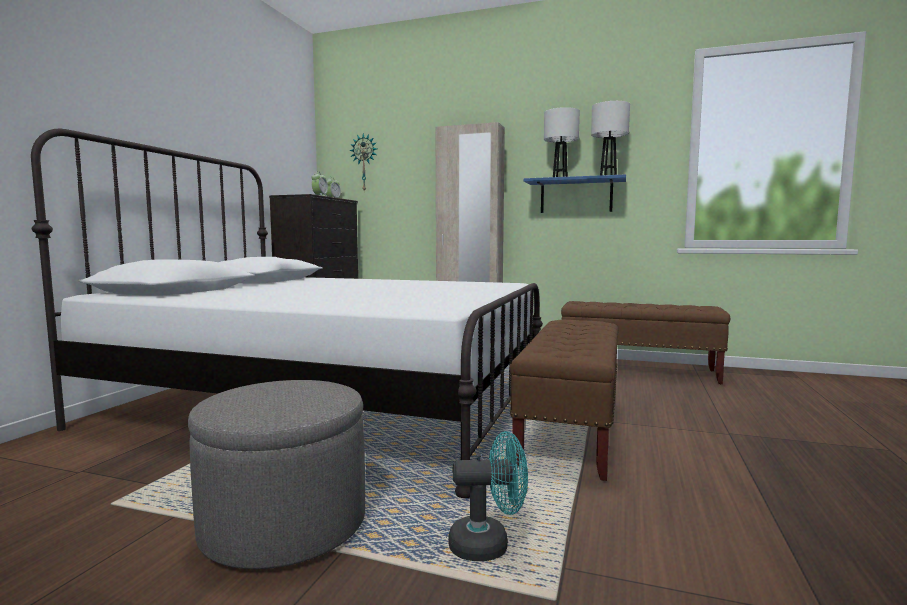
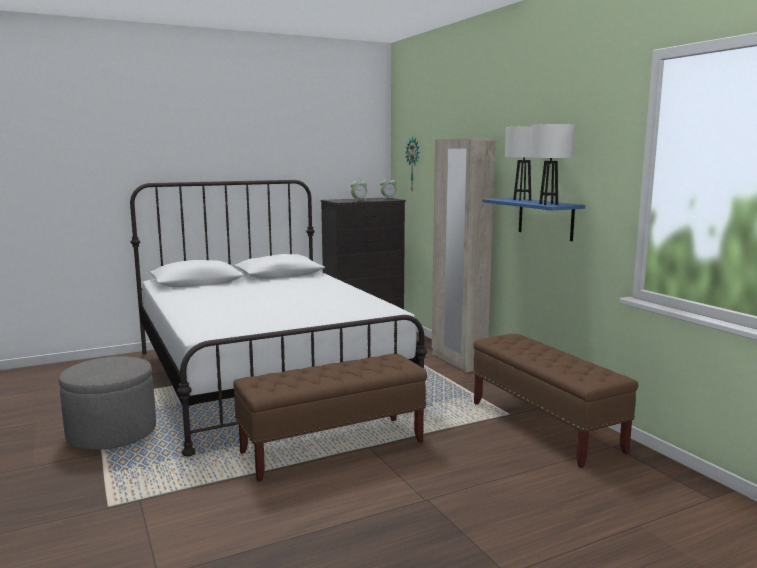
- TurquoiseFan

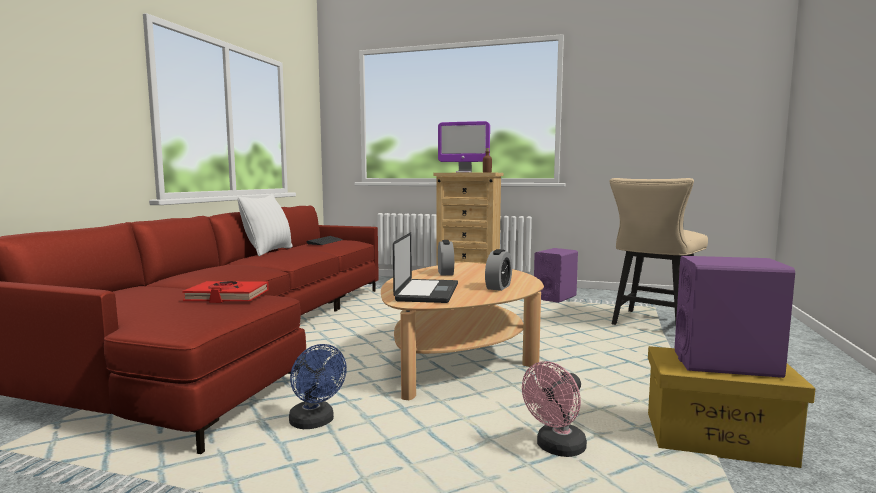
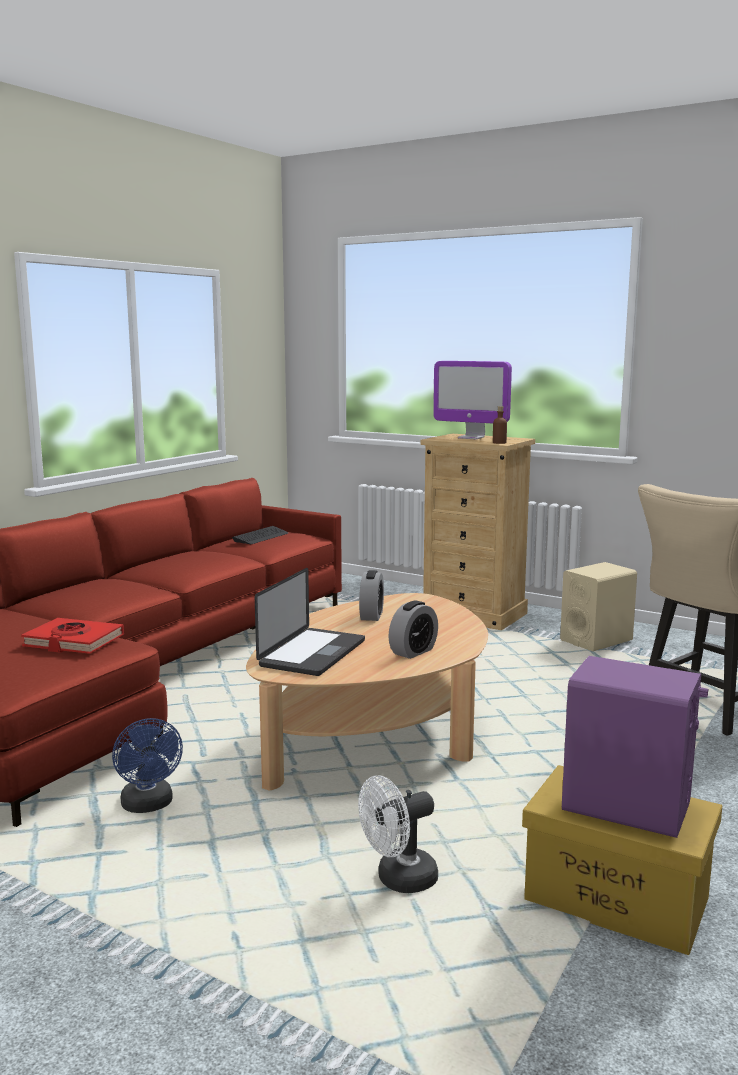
- WhitePillow
~ PurpleSpeaker (no. 1 from left) to BeigeSpeaker
~ PinkFan to WhiteFan

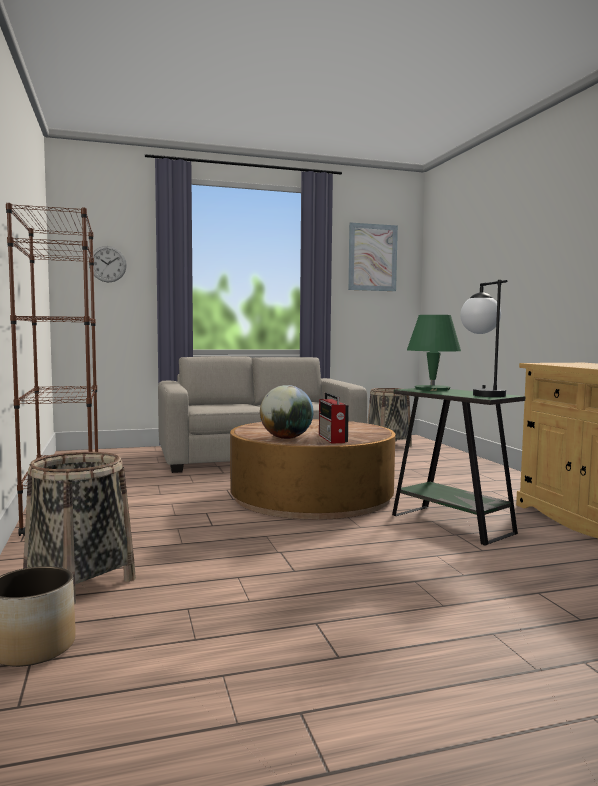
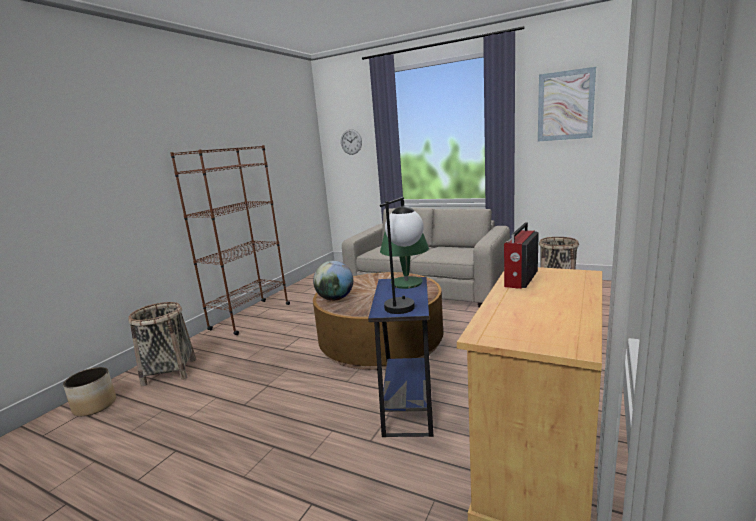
~ GreenSideTable to BlueSideTable
~ Radio

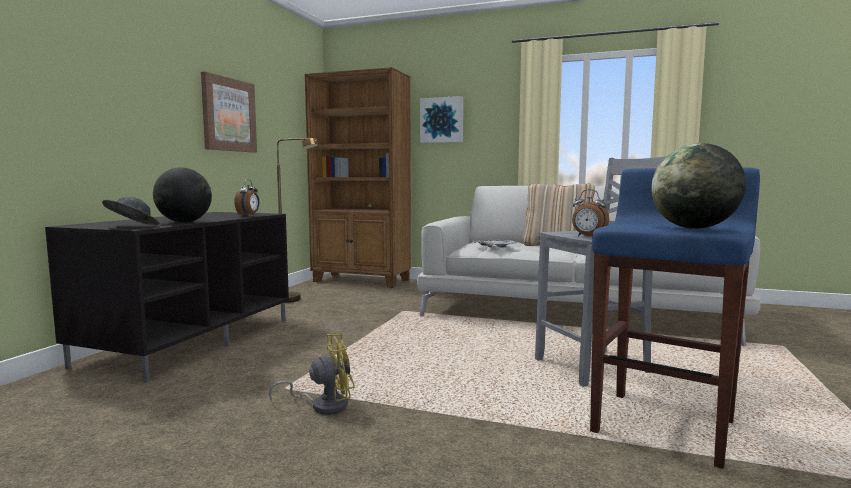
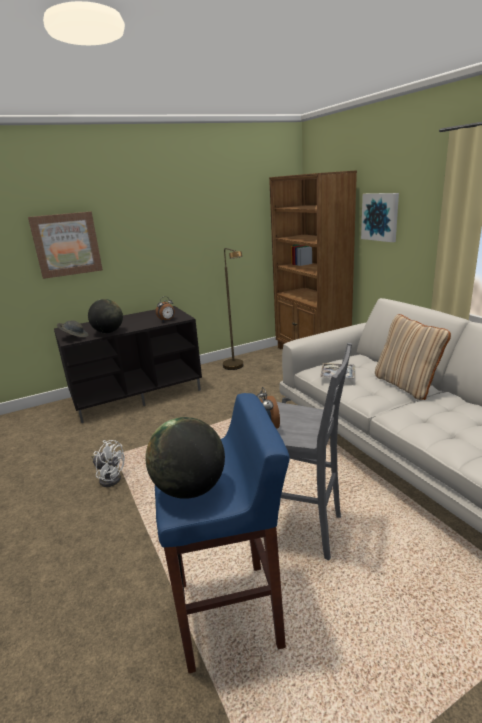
~ Picture (no. 1 from left)
~ YellowFan to WhiteFan

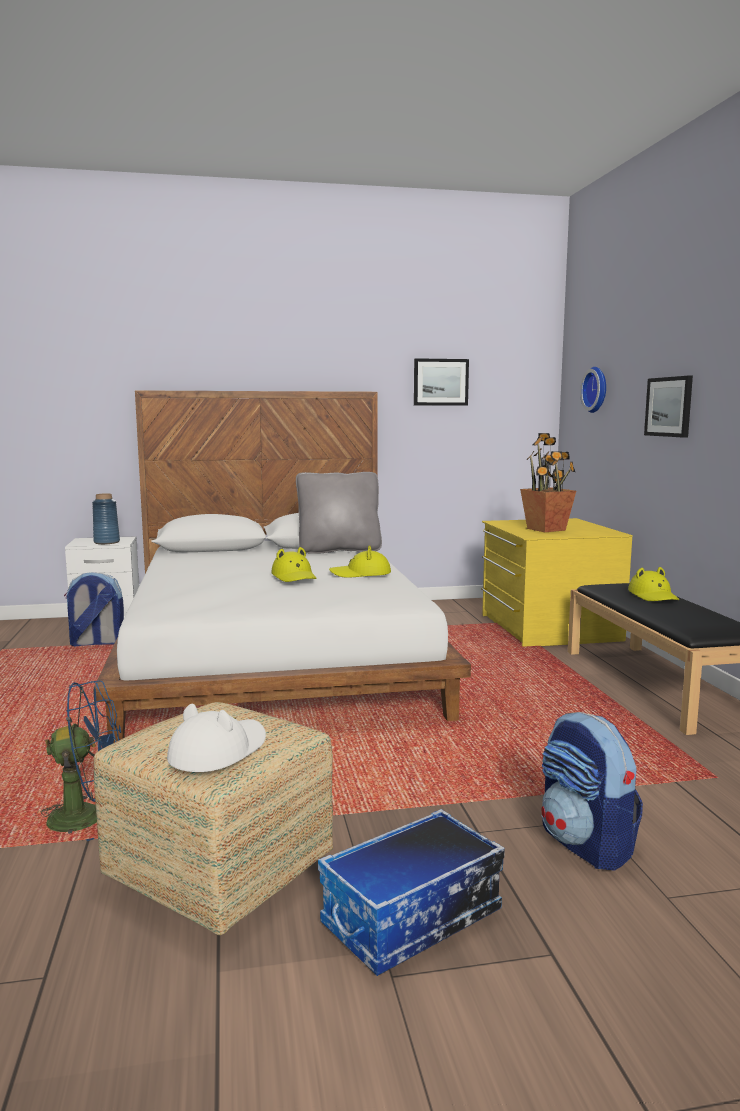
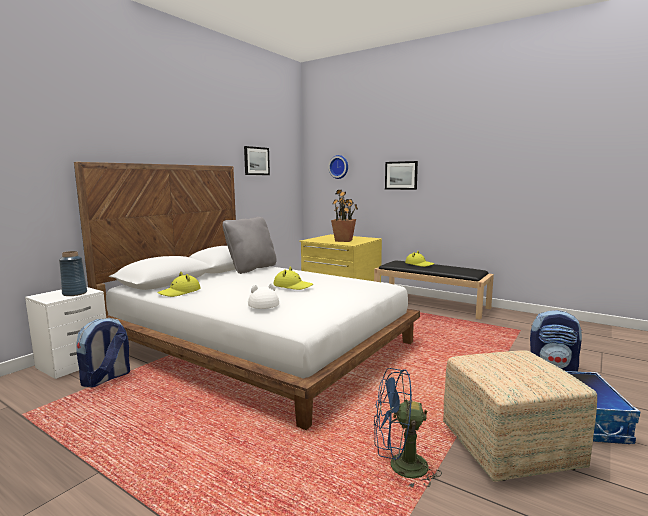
~ YellowHat (no. 2 from left in the first image) to YellowHat (no. 1 from left)
~ BlueFan 120 degrees counterclockwise
~ WhiteHat

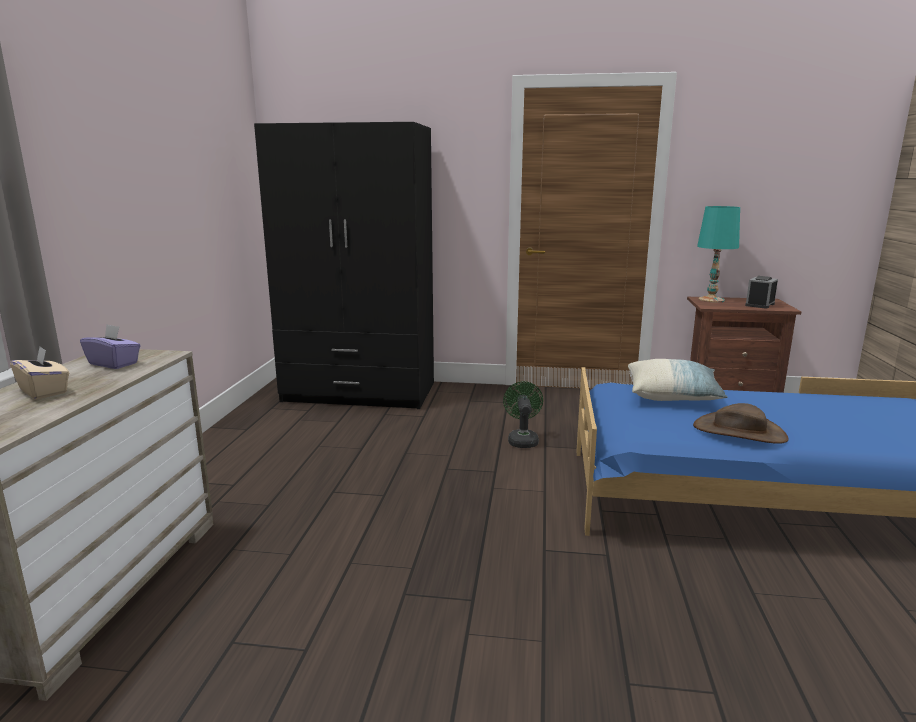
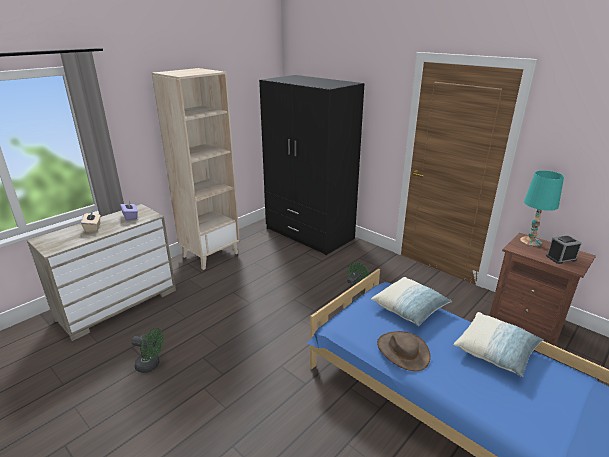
+ BeigeBookcase
+ Pillow (no. 2 from left)
+ GreenFan (no. 1 from left)

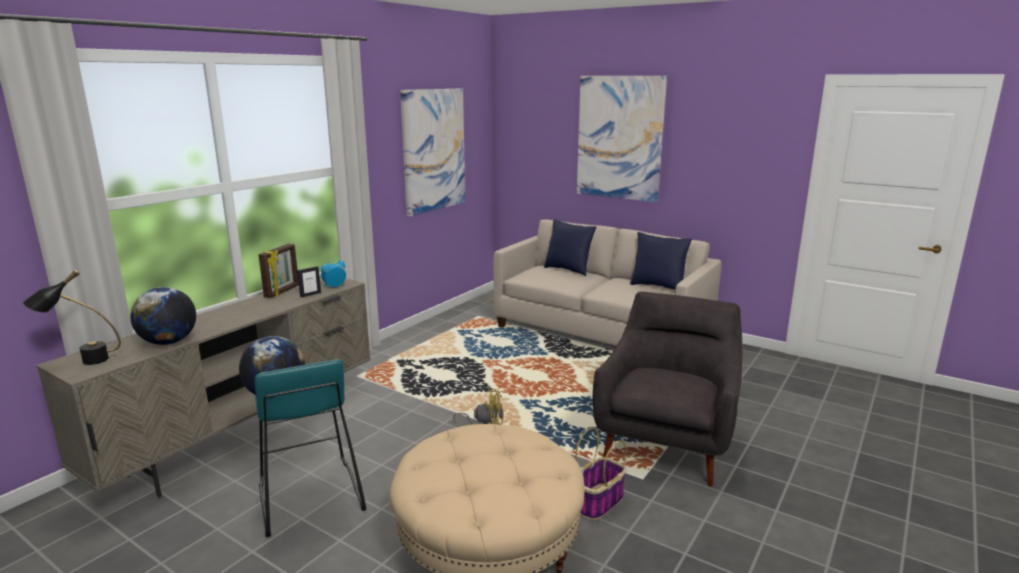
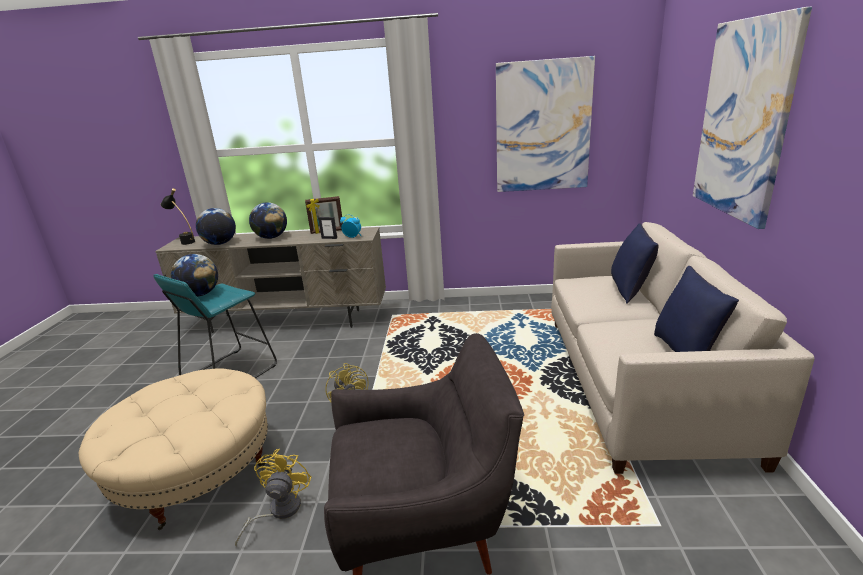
~ Basket to YellowFan (no. 1 from left)
+ Globe (no. 3 from left)

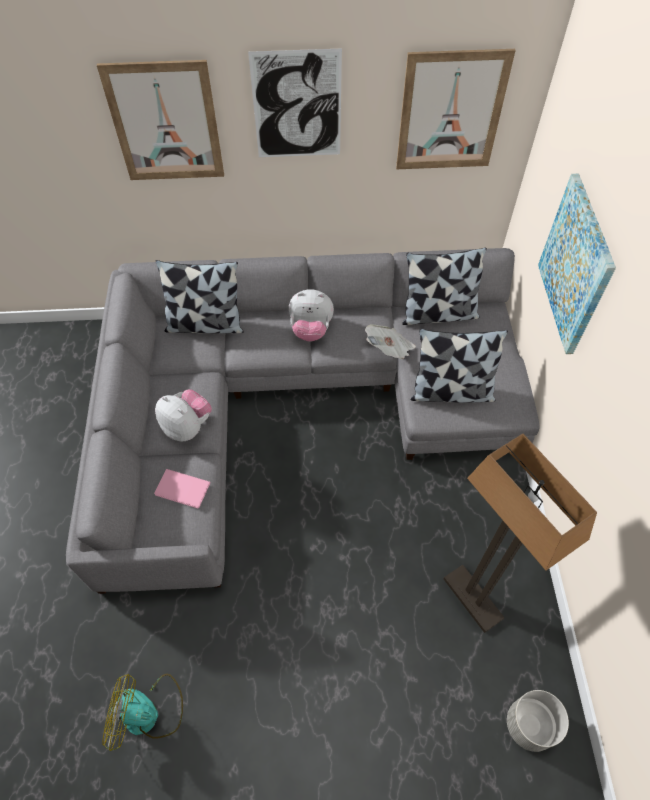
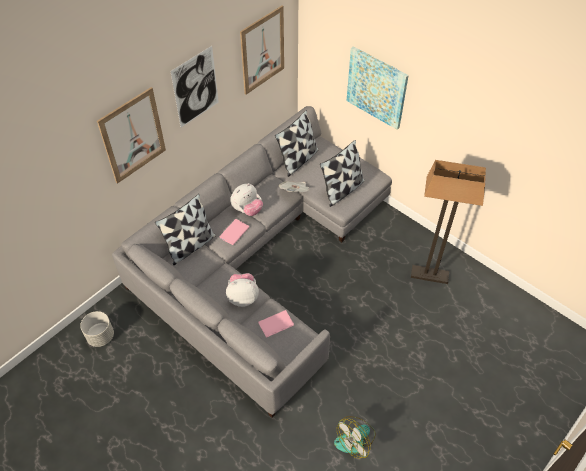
~ GreyPlanter
+ PinkBook (no. 1 from left)

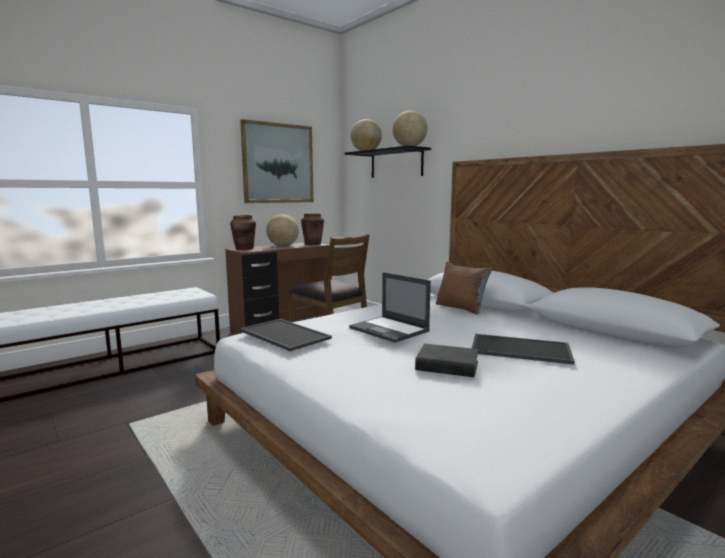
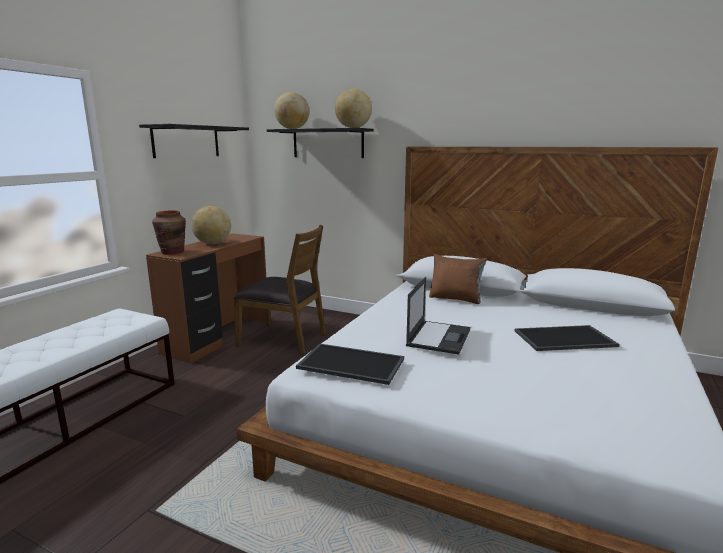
~ Picture to BlackShelf (no. 1 from left)
- BrownVase (no. 2 from left)
~ Laptop 90 degrees counterclockwise
- BlackBook

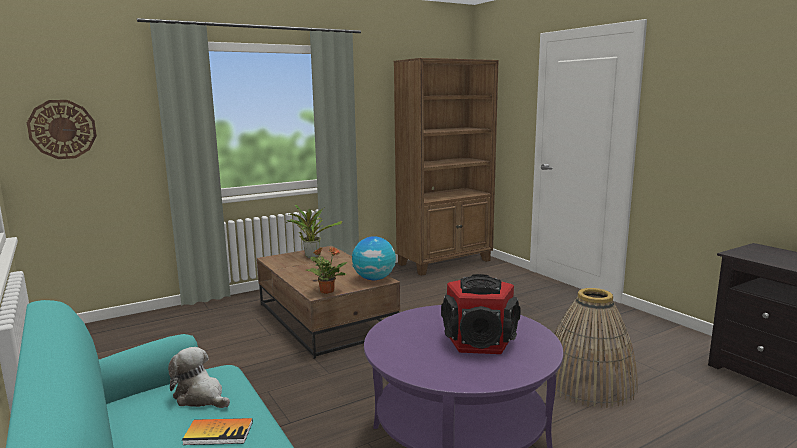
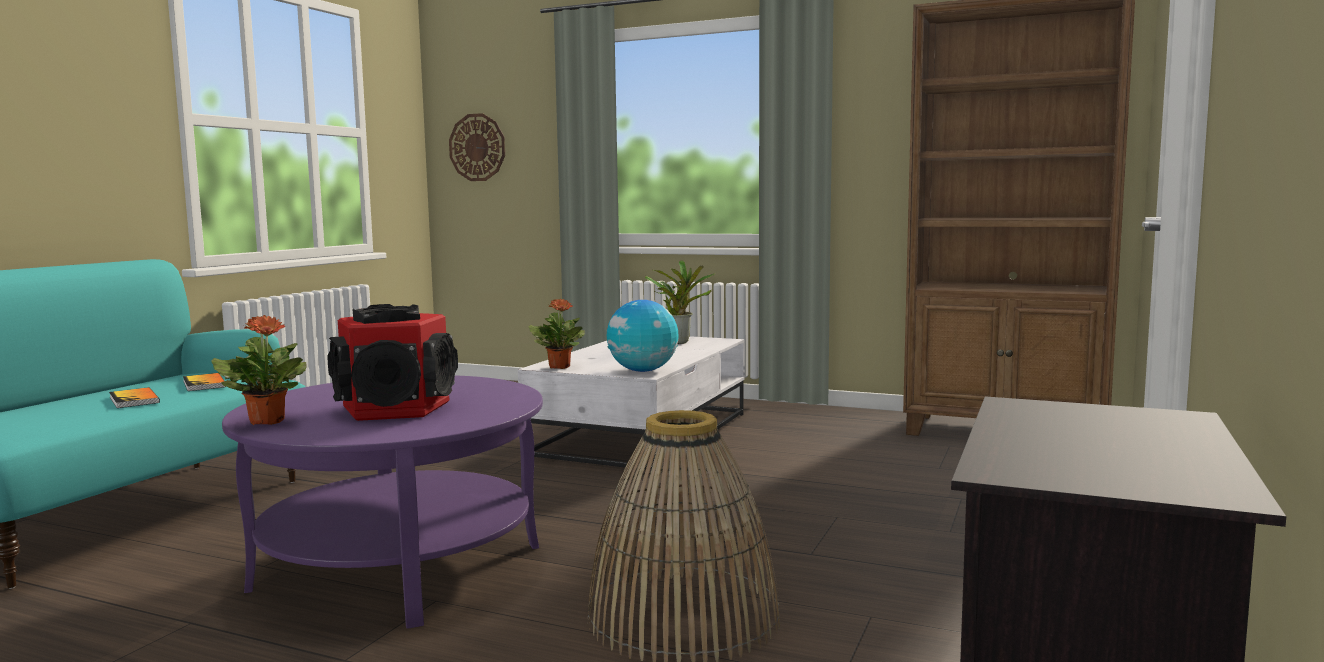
~ BrownCoffeeTable to WhiteCoffeeTable
~ PlushToy to Book (no. 2 from left)
+ PottedPlant (no. 1 from left)

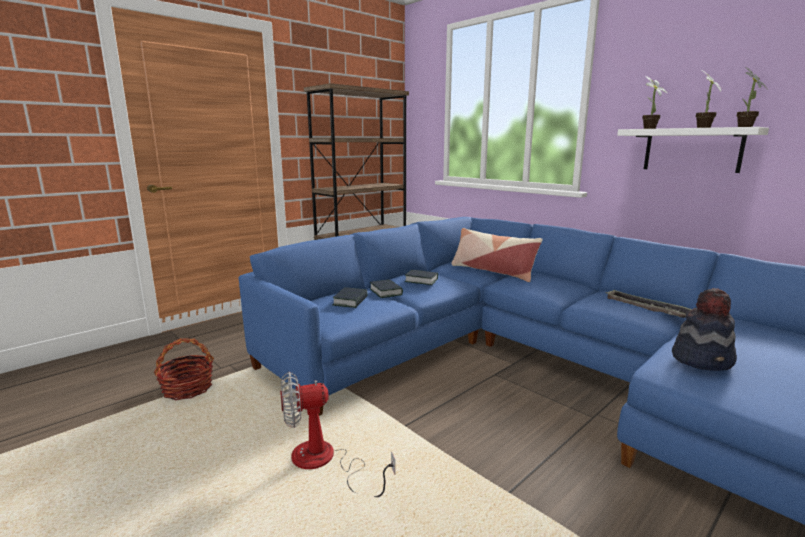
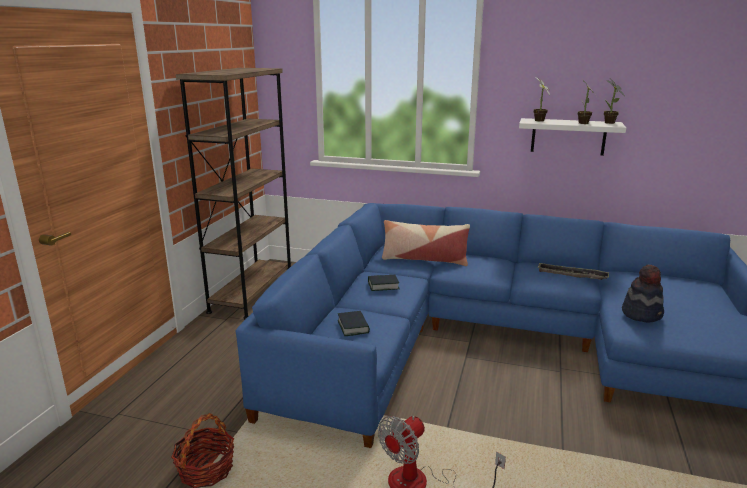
- Book (no. 2 from left)

